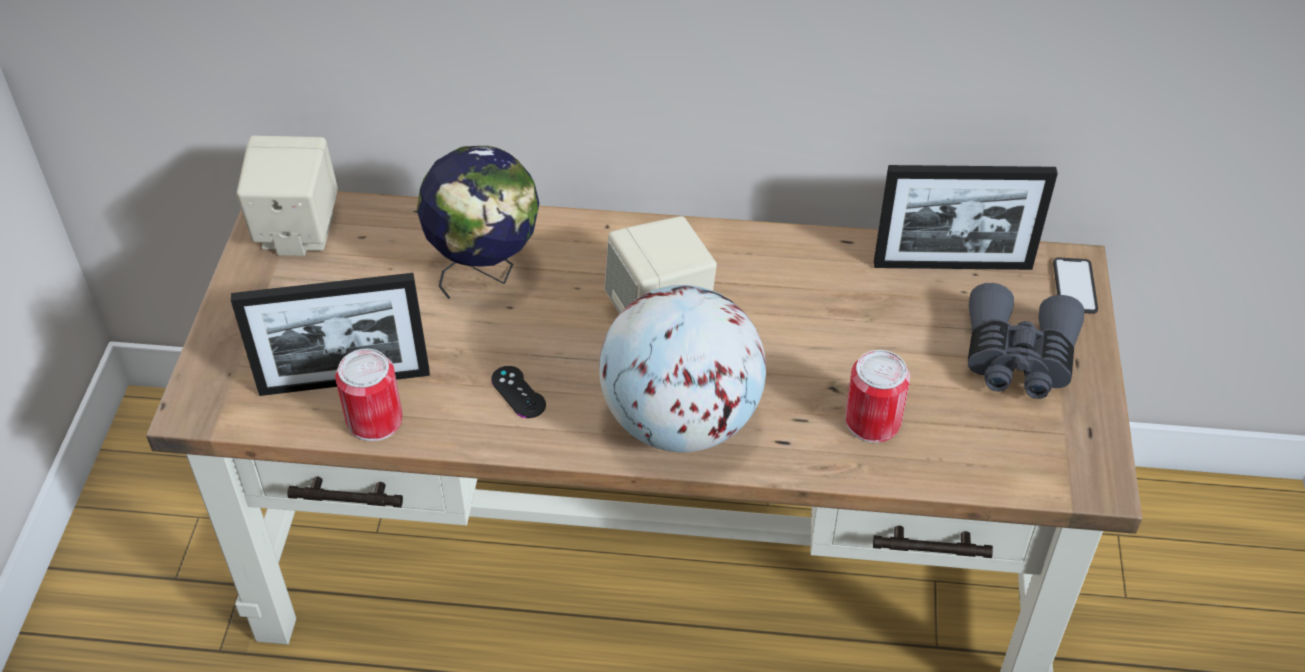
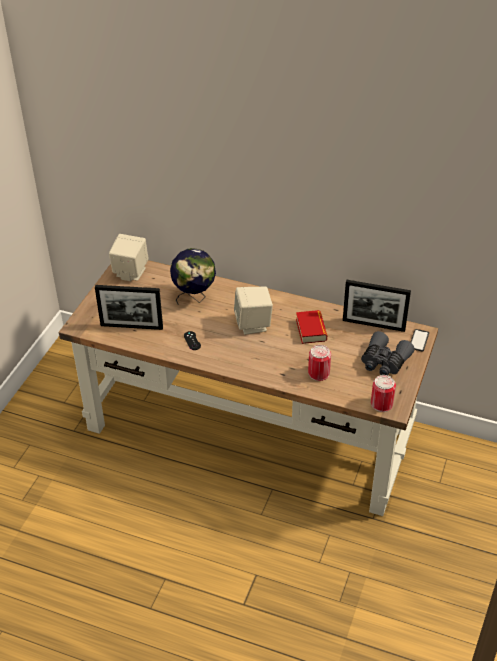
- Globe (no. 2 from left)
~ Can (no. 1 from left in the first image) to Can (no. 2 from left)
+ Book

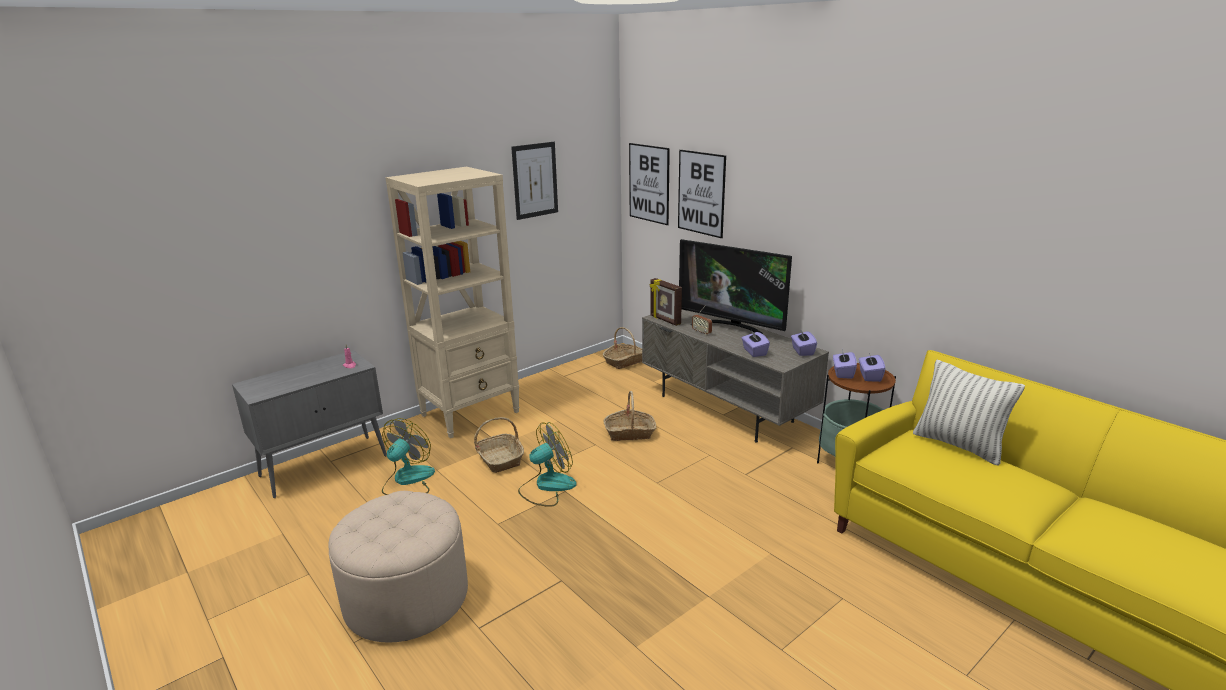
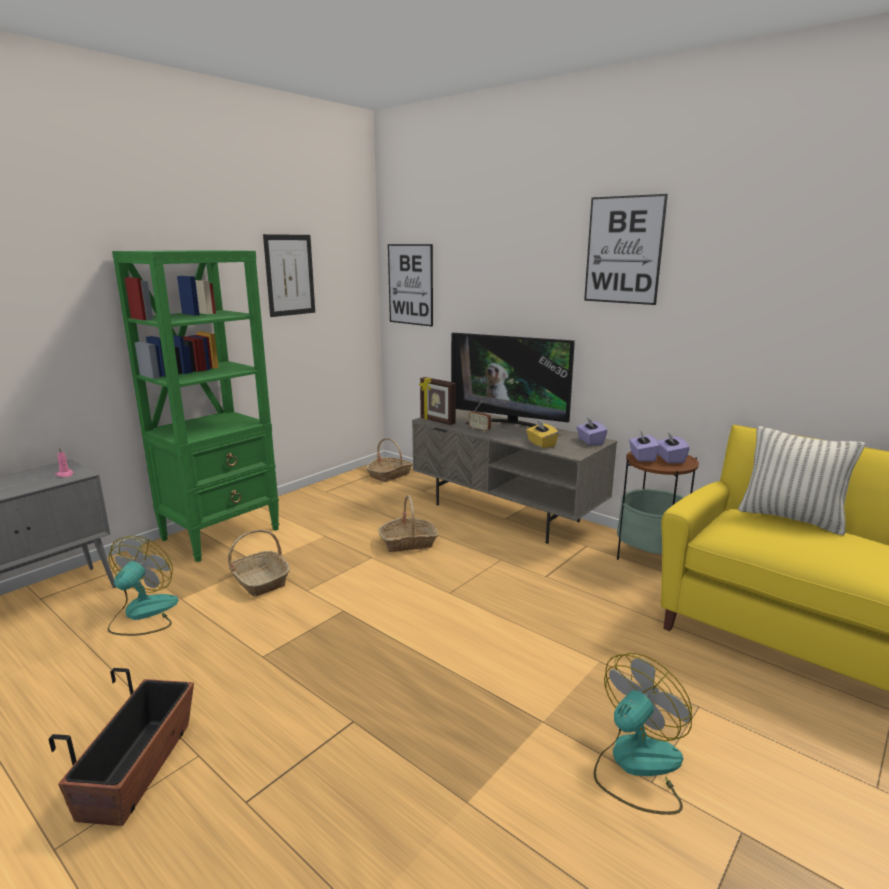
~ Picture (no. 3 from left)
~ BeigeBookcase to GreenBookcase
~ PurpleTissueBox (no. 1 from left) to YellowTissueBox
~ Fan (no. 2 from left)
~ BeigeOttoman to Planter

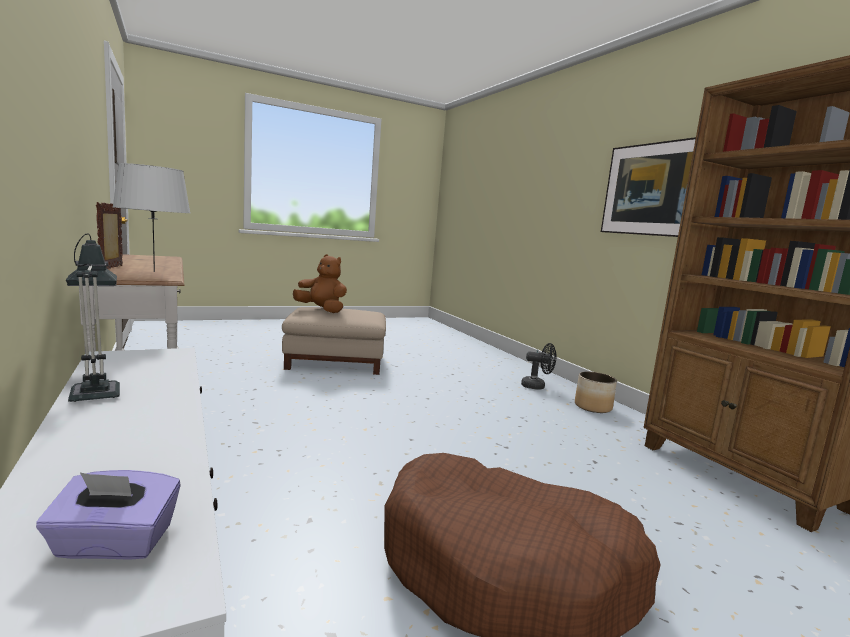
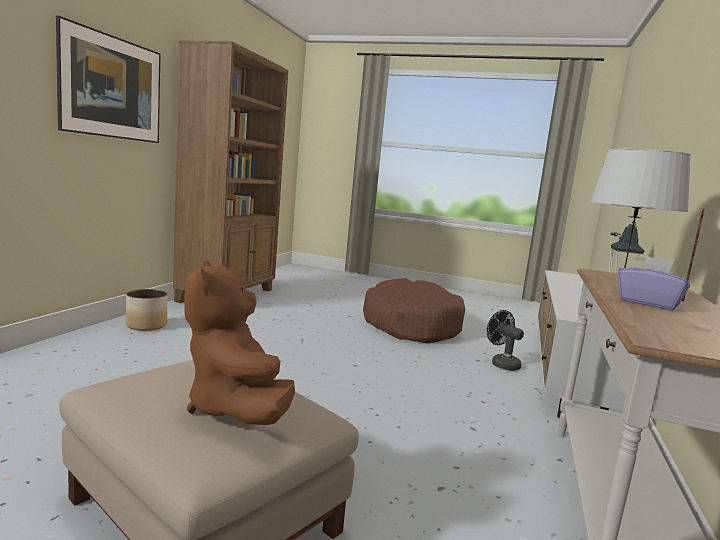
~ BlackFan
~ PurpleTissueBox

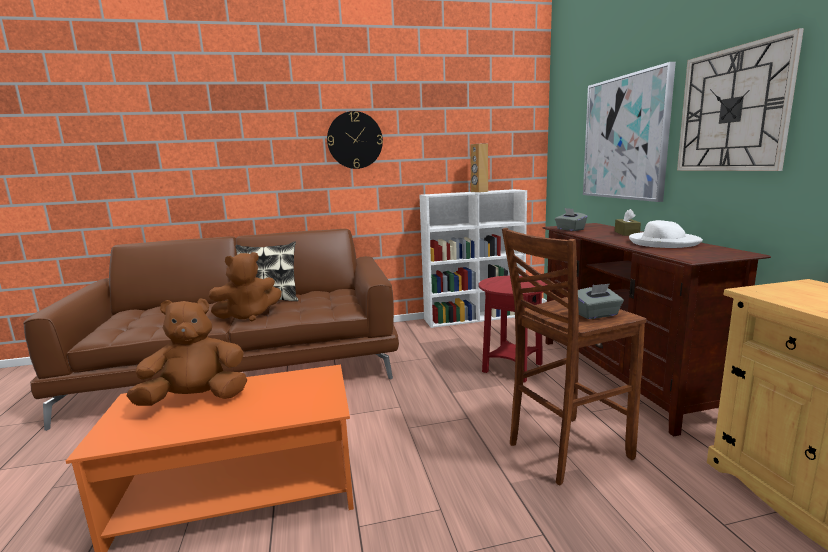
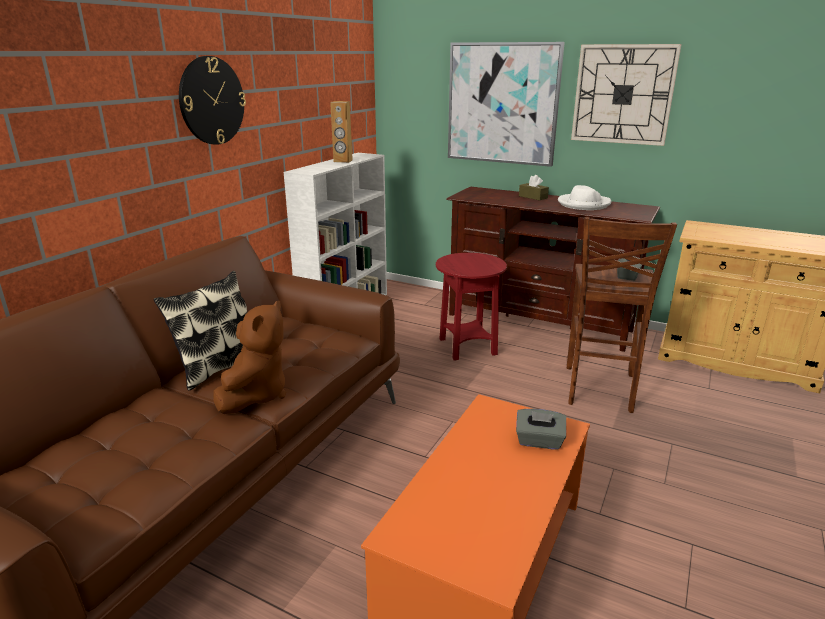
~ GreyTissueBox (no. 1 from left)
- BrownPlushToy (no. 1 from left)

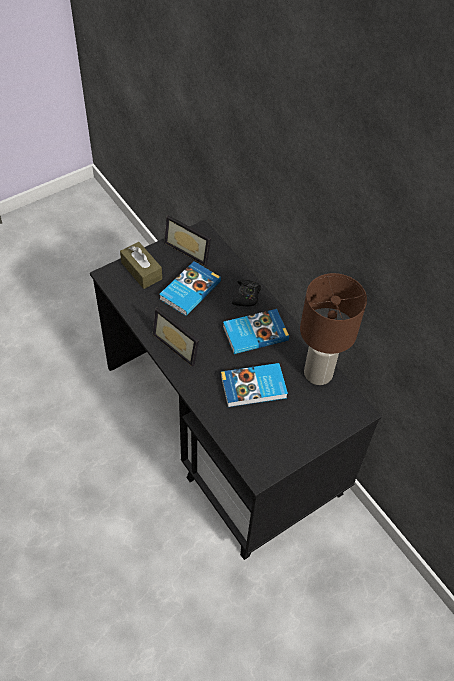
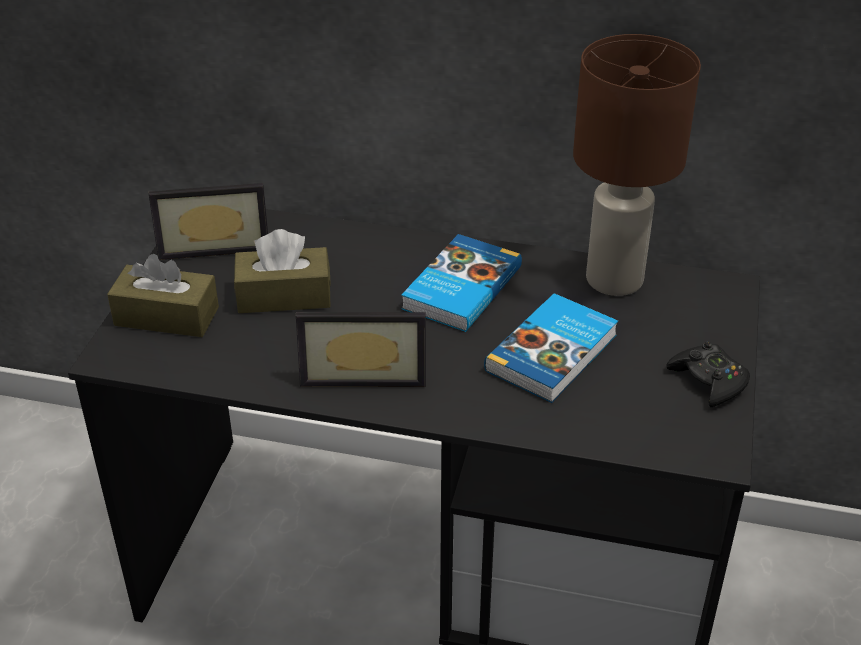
~ Book (no. 1 from left) to BrownTissueBox (no. 2 from left)
~ BlackGameController

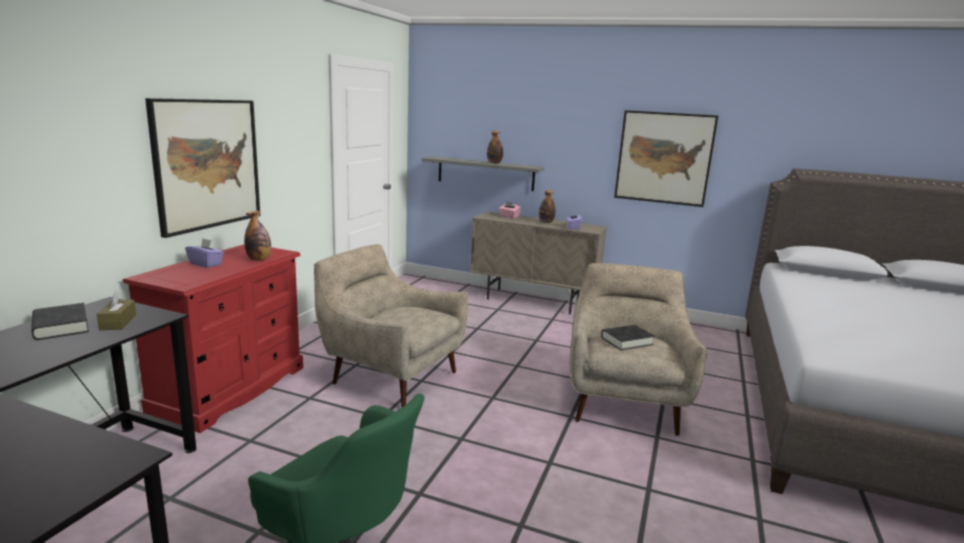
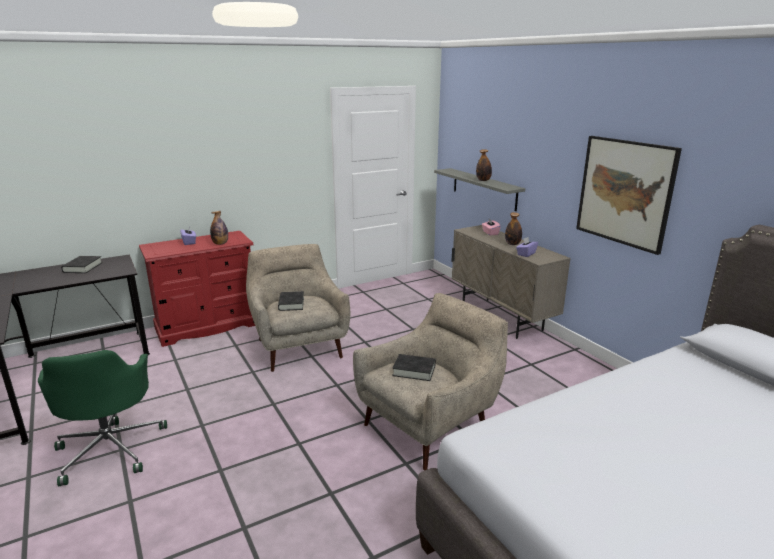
- Picture (no. 1 from left)
- BrownTissueBox
+ BlackBook (no. 2 from left)

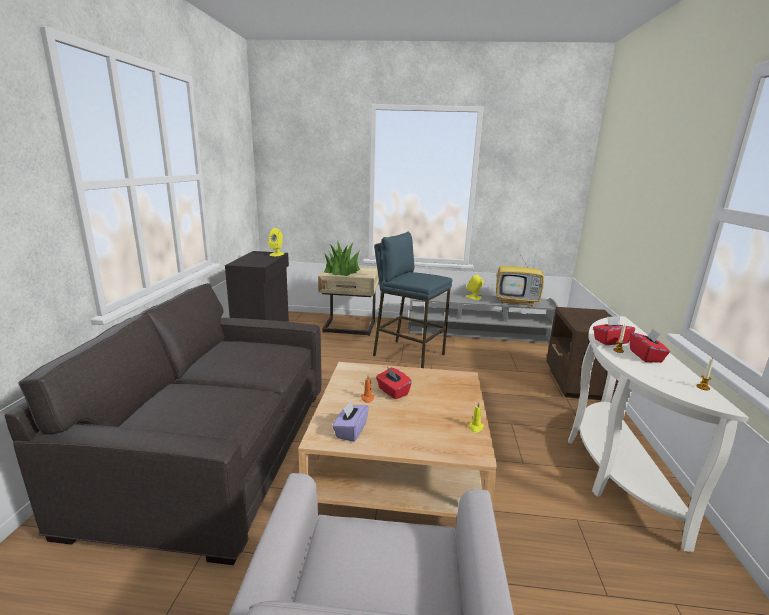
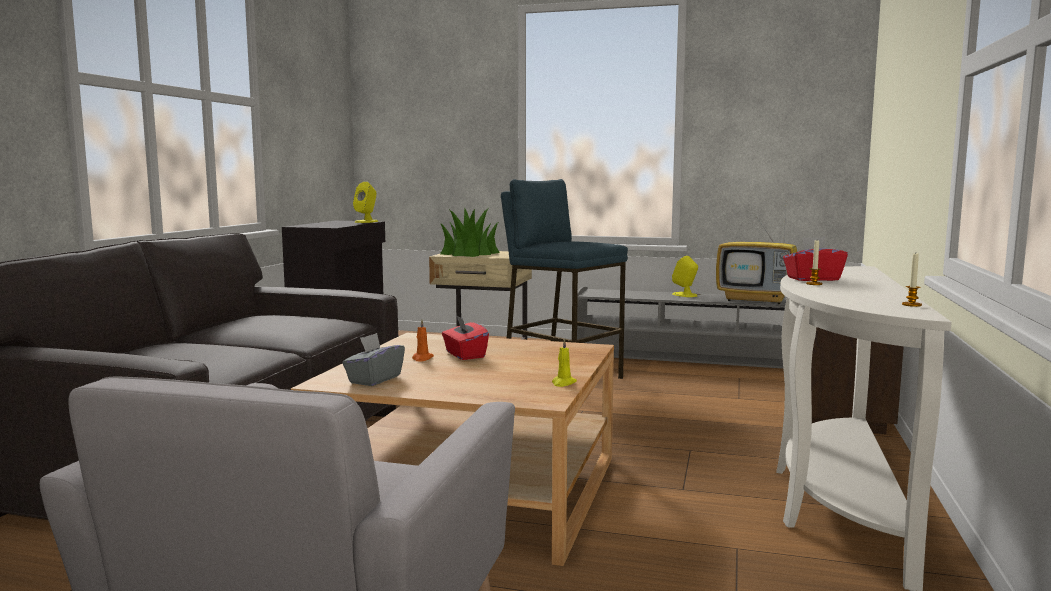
- RedTissueBox (no. 3 from left)
~ PurpleTissueBox to GreyTissueBox

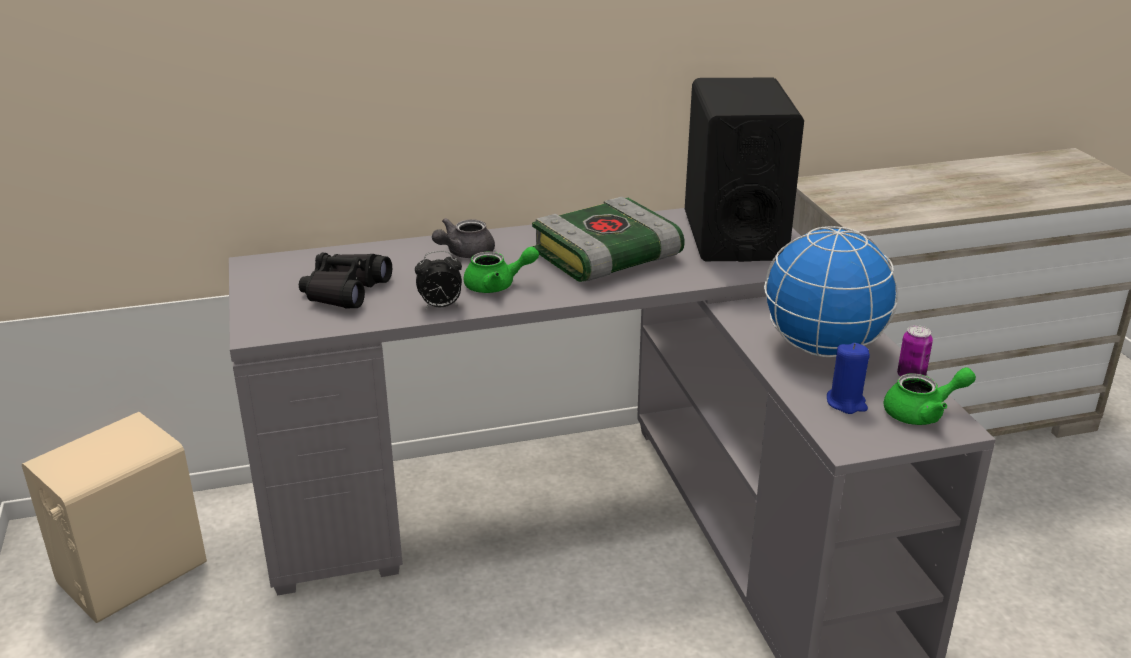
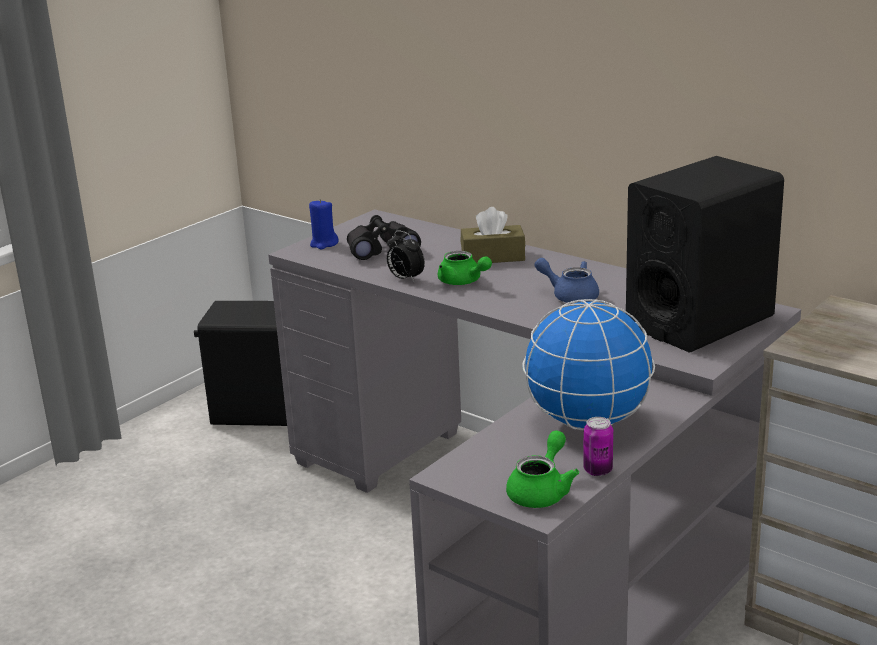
~ Book to BlueTeapot
~ GreyTeapot to BrownTissueBox
~ BlueCandle
~ GreenTeapot (no. 2 from left) 105 degrees counterclockwise
~ BeigeSpeaker to BlackSpeaker (no. 1 from left)

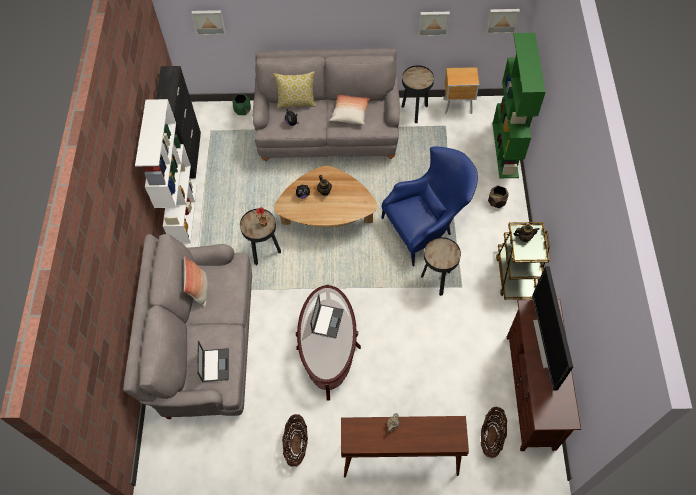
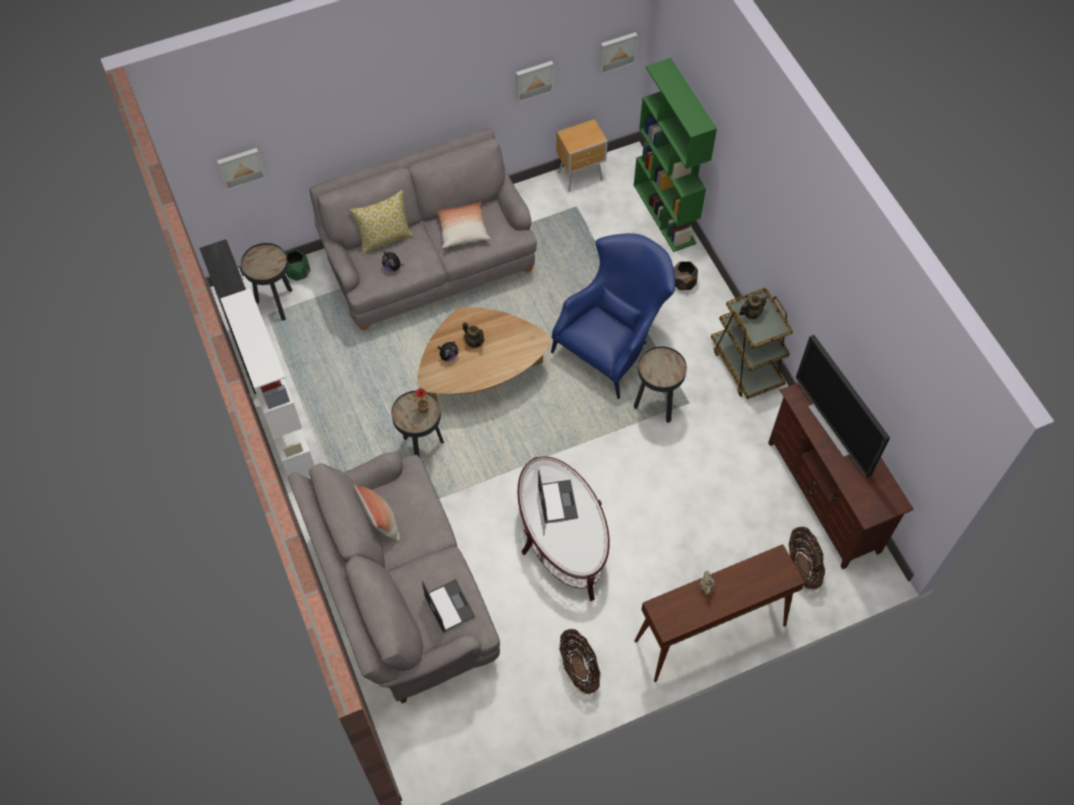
~ BlackSideTable (no. 2 from left in the first image) to BlackSideTable (no. 1 from left)

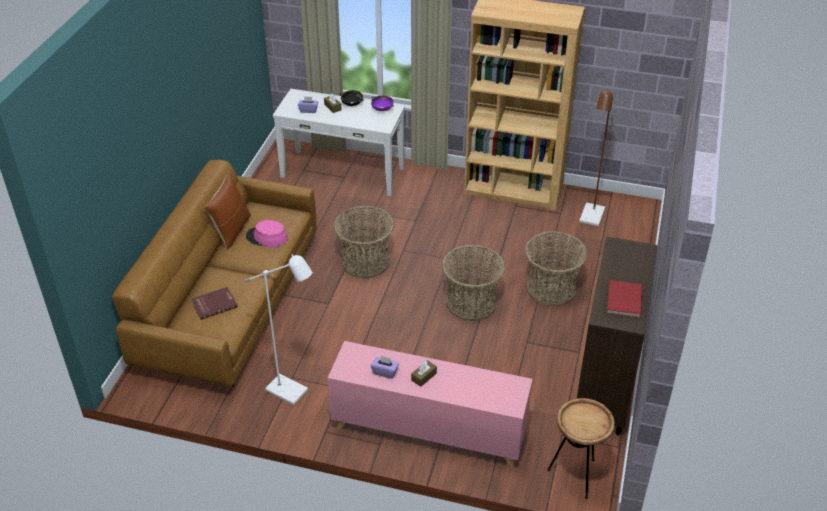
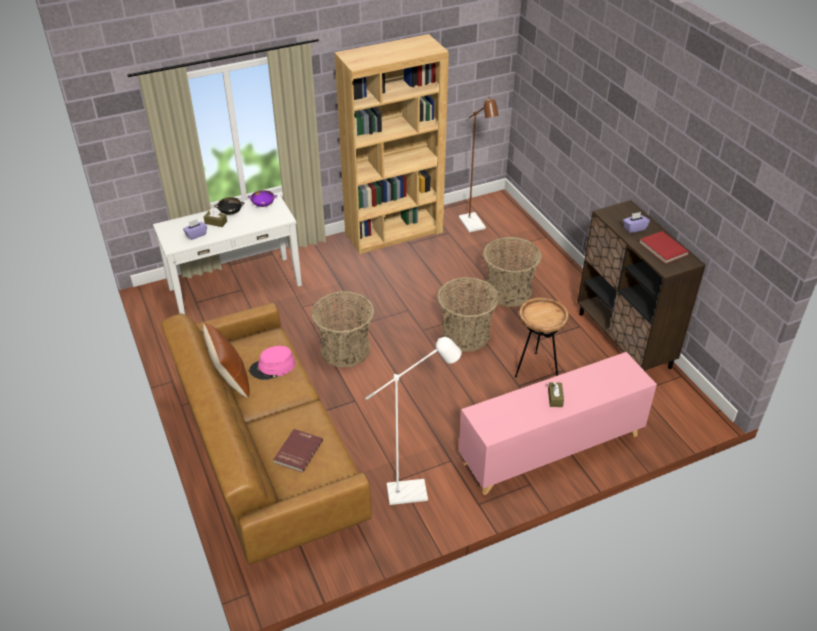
~ PurpleTissueBox (no. 2 from left)
~ BrownSideTable

